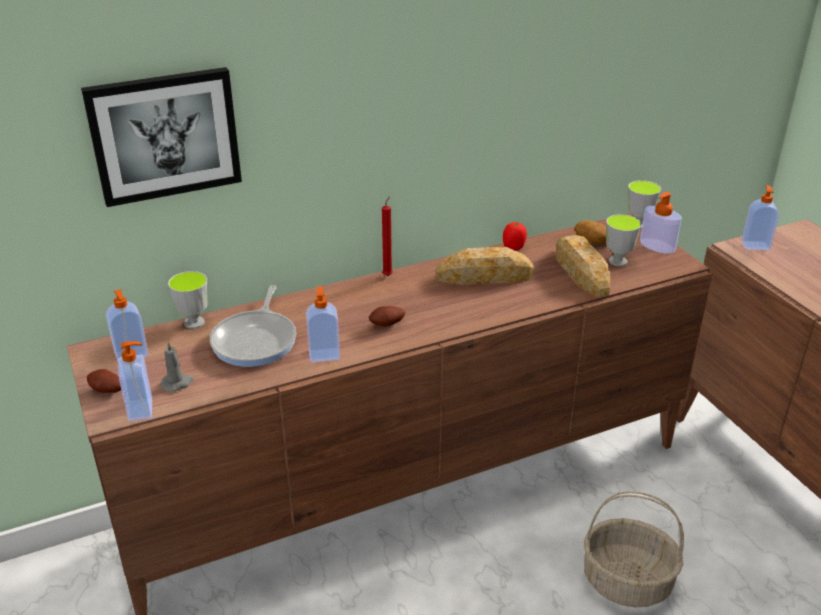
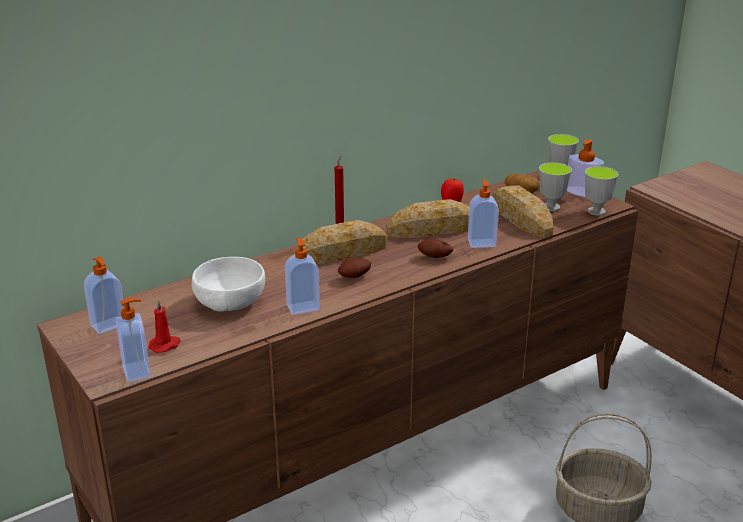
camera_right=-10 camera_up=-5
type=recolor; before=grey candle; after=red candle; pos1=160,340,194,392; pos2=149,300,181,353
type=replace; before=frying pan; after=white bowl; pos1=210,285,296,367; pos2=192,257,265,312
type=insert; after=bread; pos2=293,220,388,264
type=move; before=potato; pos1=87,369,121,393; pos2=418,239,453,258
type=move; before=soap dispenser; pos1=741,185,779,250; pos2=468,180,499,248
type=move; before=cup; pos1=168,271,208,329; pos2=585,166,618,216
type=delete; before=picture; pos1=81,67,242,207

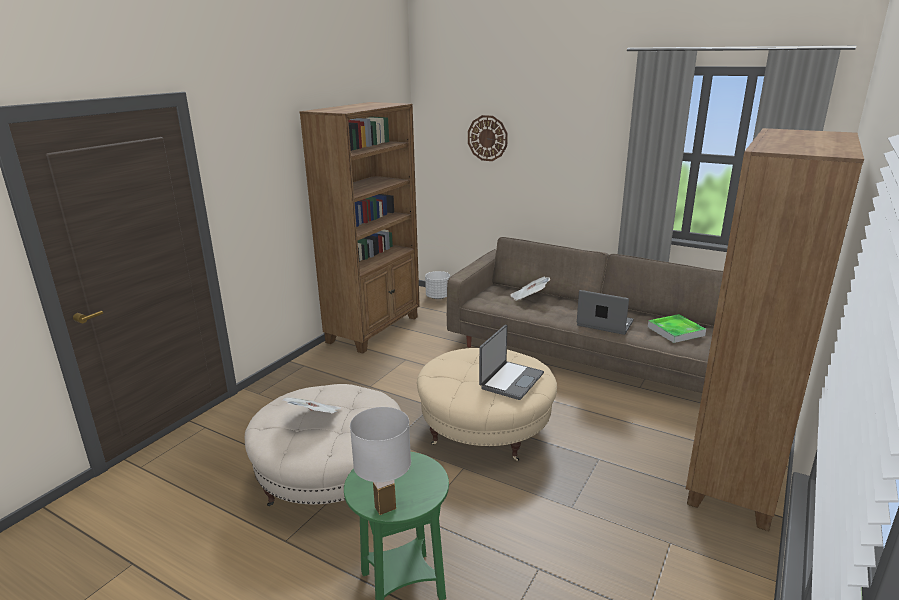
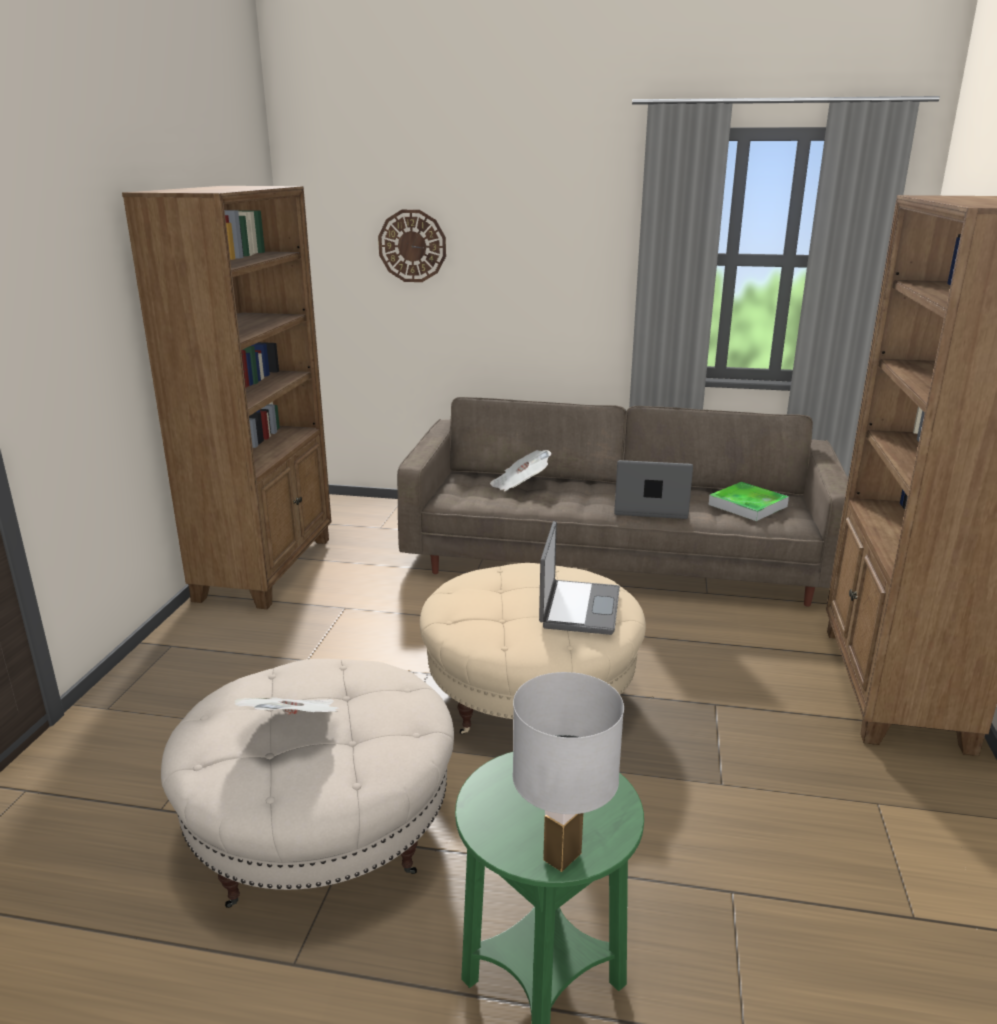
camera_right=-20 camera_up=0
type=delete; before=white planter; pos1=425,271,450,299

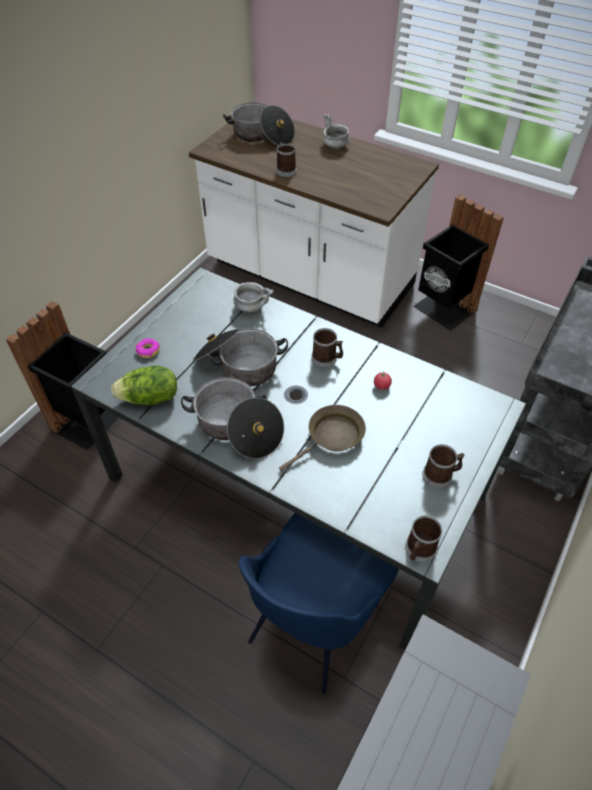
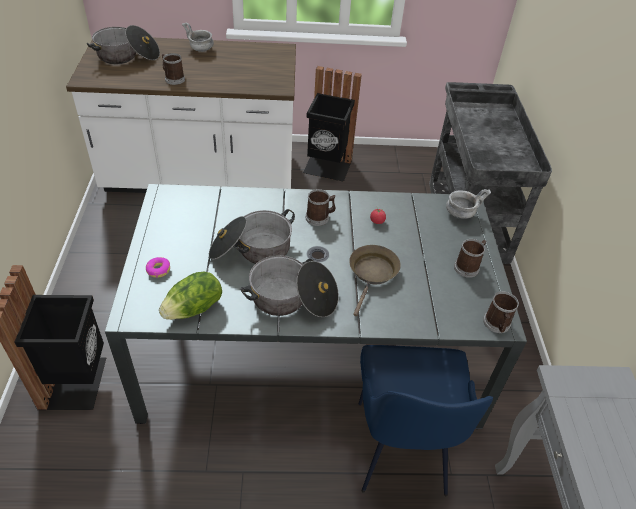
camera_right=-35 camera_up=-5
type=move; before=grey bowl; pos1=234,282,274,312; pos2=446,189,491,219

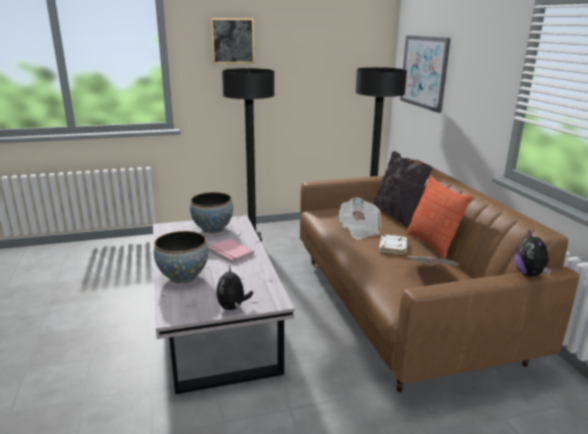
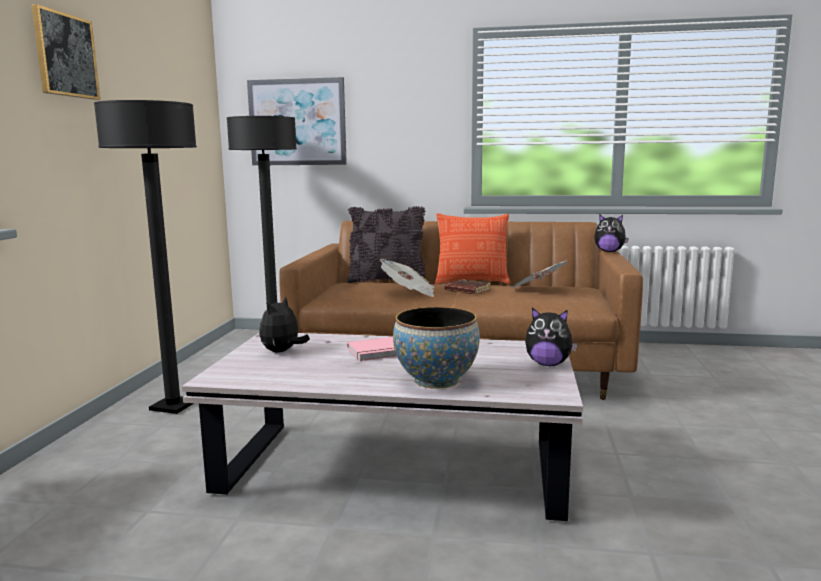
camera_right=-65 camera_up=-10
type=replace; before=bowl; after=plush toy; pos1=190,192,233,234; pos2=259,296,310,353
type=recolor; before=white book; after=brown book; pos1=379,235,407,255; pos2=445,280,491,294

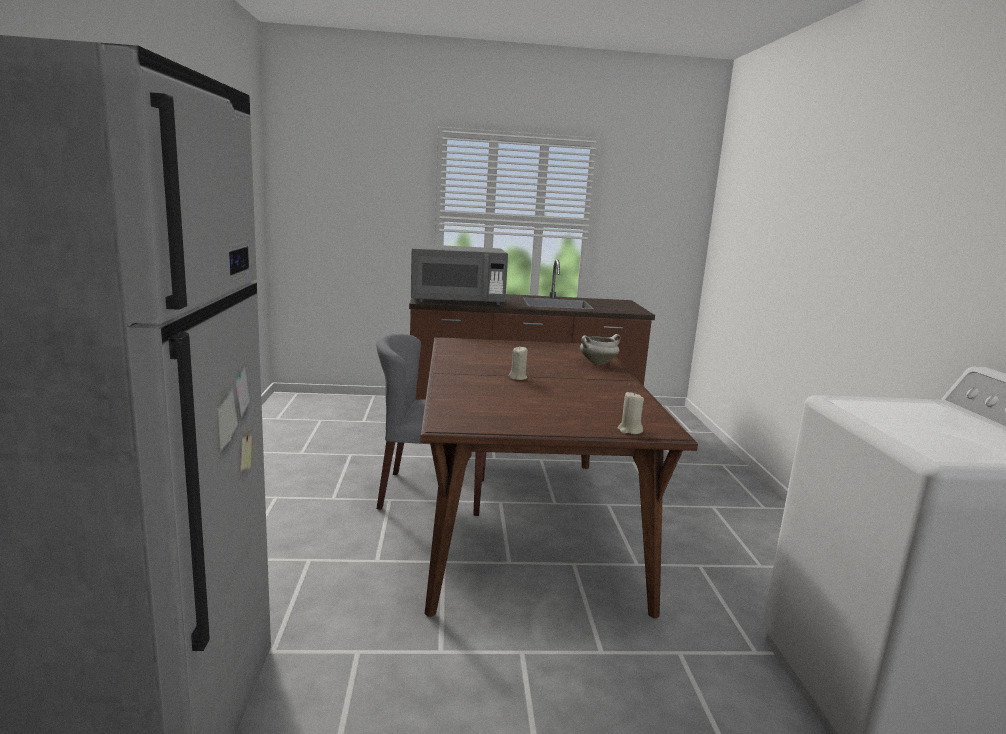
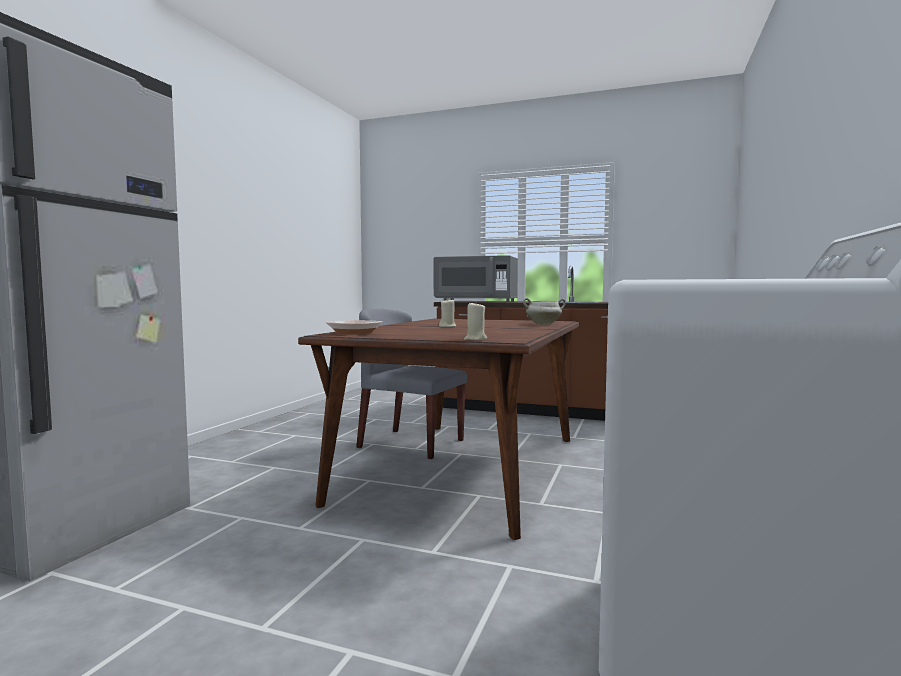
camera_right=25 camera_up=-10
type=insert; after=bowl; pos2=326,320,383,335

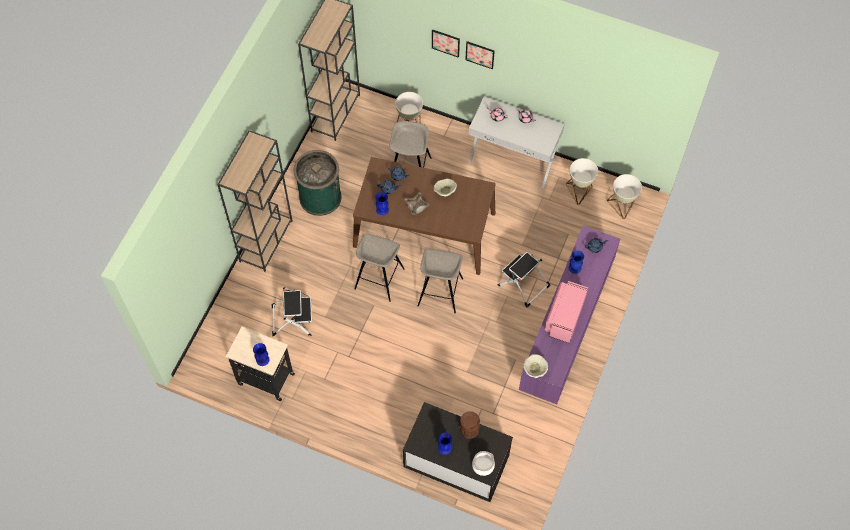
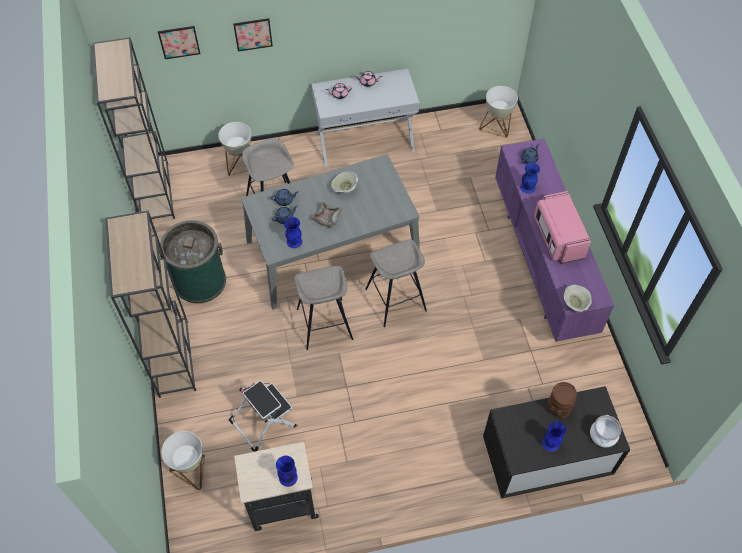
camera_right=-35 camera_up=-5
type=move; before=picture; pos1=465,41,495,69; pos2=158,26,200,59
type=move; before=planter; pos1=566,158,598,205; pos2=161,431,205,490
type=recolor; before=brown dining table; after=grey dining table; pos1=353,157,496,275; pos2=241,154,419,309
type=delete; before=step ladder; pos1=497,252,551,308

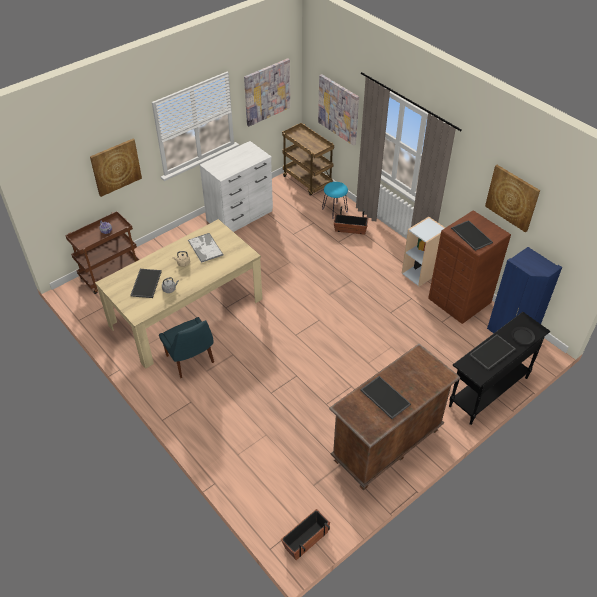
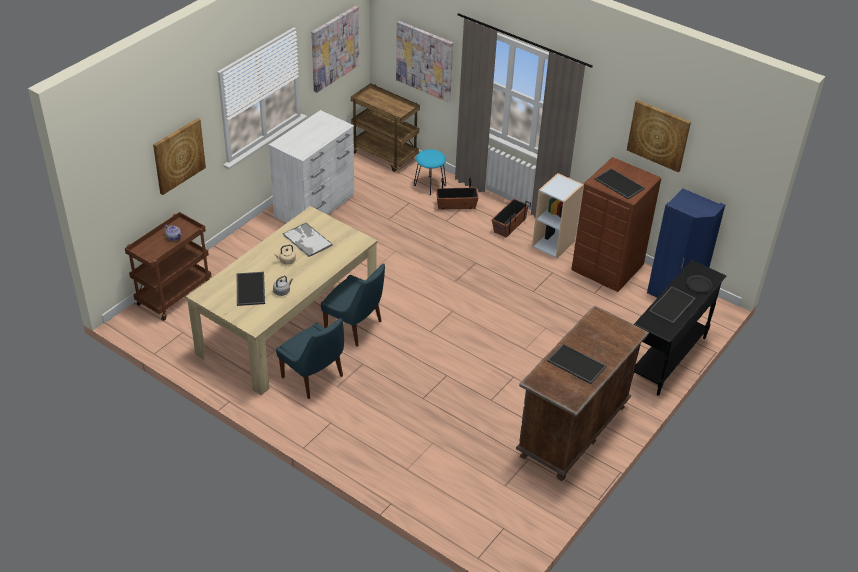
camera_right=-15 camera_up=-5
type=insert; after=blue chair; pos2=321,263,385,347
type=move; before=planter; pos1=281,509,330,560; pos2=492,199,531,238

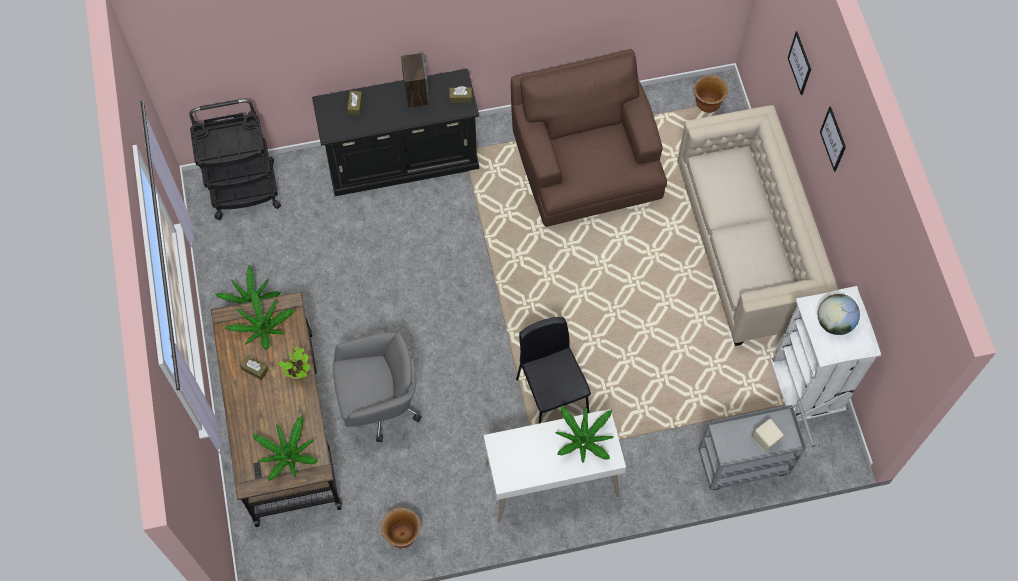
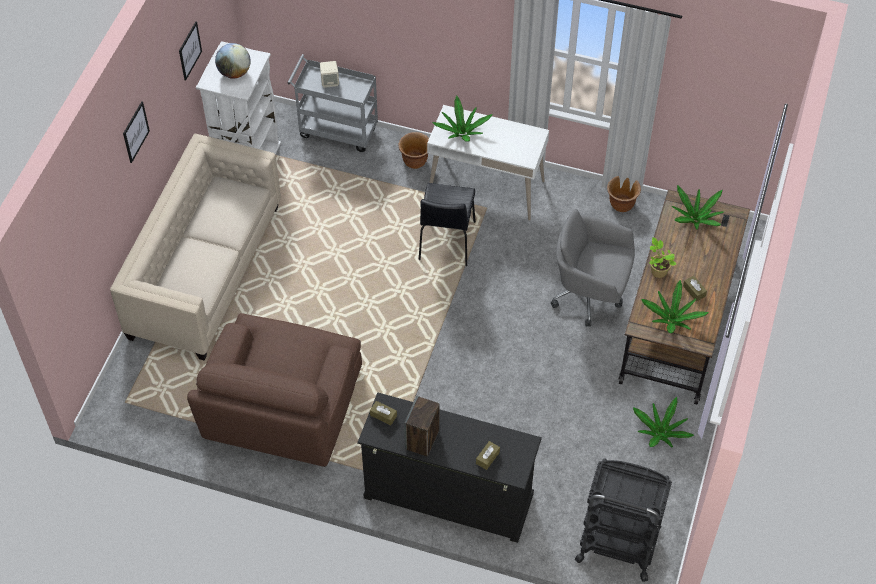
camera_right=-150 camera_up=-10
type=move; before=picture; pos1=788,31,811,95; pos2=179,22,202,81
type=move; before=brown planter; pos1=694,75,728,113; pos2=399,132,429,169

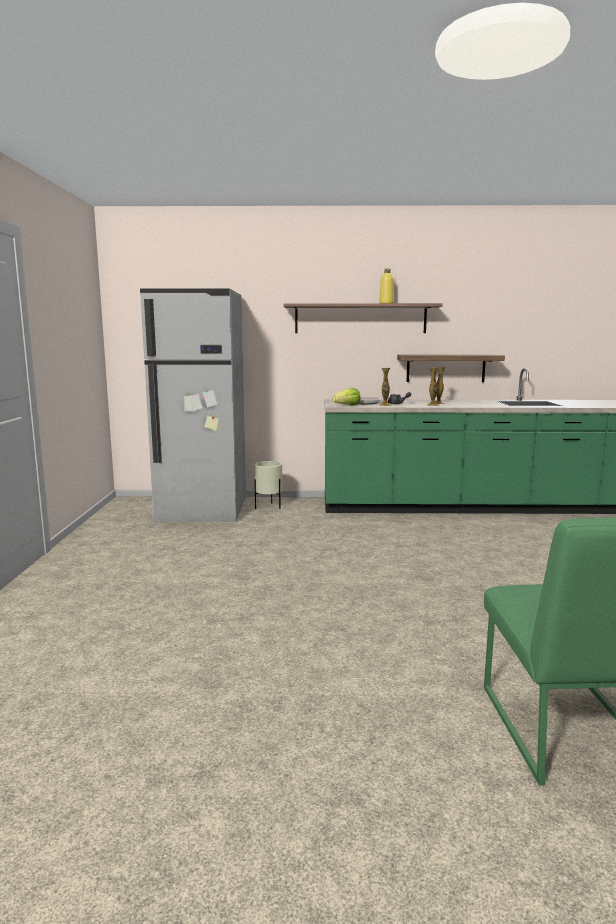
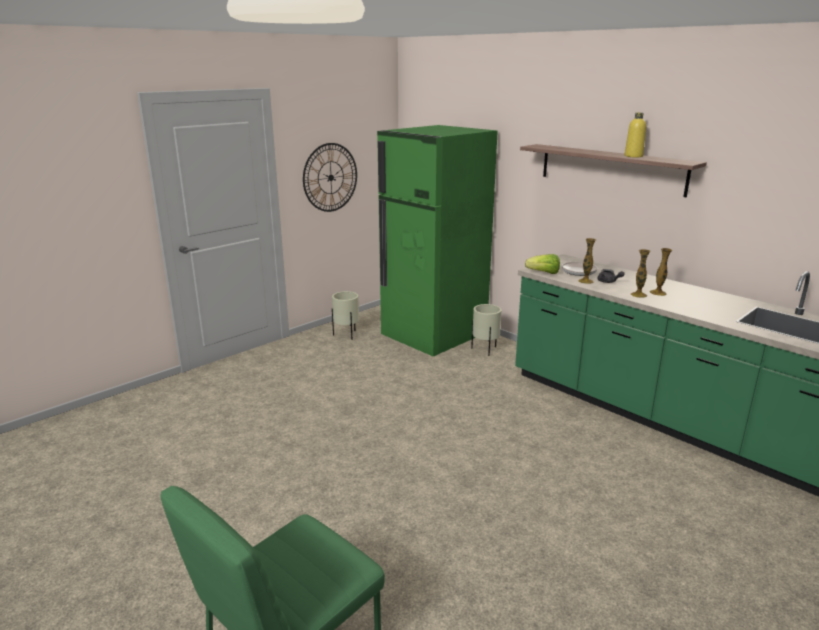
camera_right=45 camera_up=10
type=insert; after=wall clock; pos2=303,143,357,212
type=insert; after=beige planter; pos2=332,291,359,339
type=recolor; before=grey fridge; after=green fridge; pos1=140,289,246,522; pos2=377,125,498,357
type=delete; before=shelf; pos1=397,354,505,382

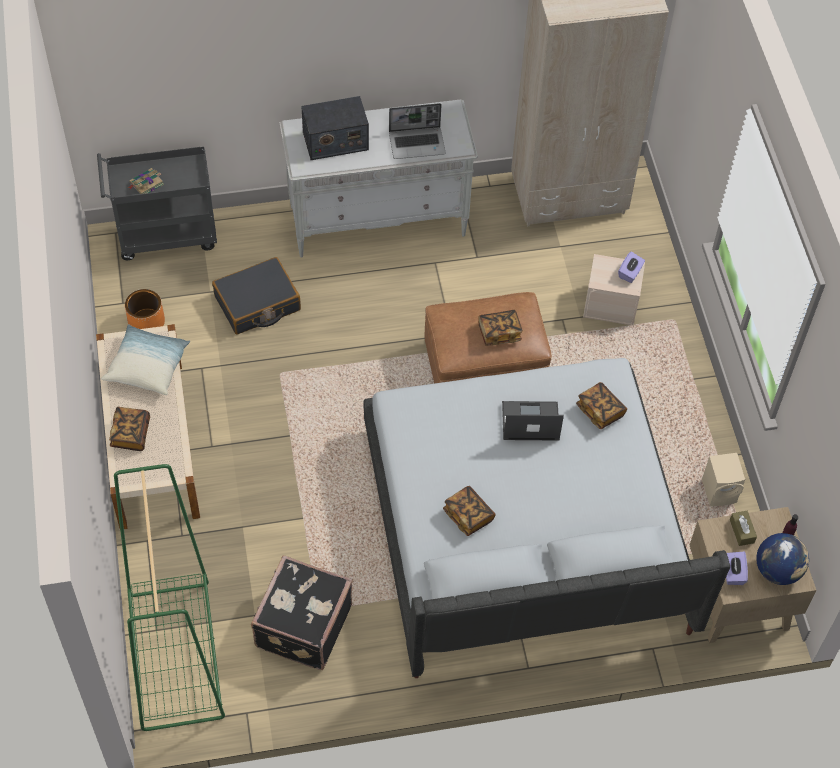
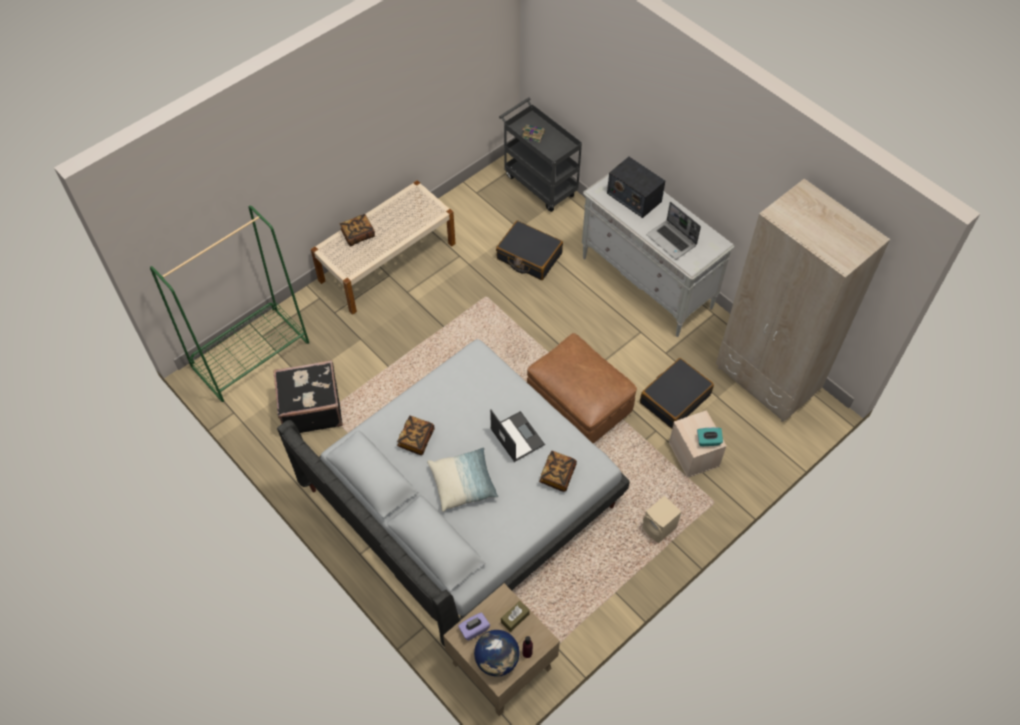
camera_right=60 camera_up=0
type=move; before=pillow; pos1=101,324,190,395; pos2=427,447,499,512
type=insert; after=black suitcase; pos2=640,358,714,429
type=move; before=beige speaker; pos1=702,453,745,506; pos2=642,496,681,543
type=recolor; before=purple tissue box; after=turquoise tissue box; pos1=618,251,645,283; pos2=697,427,723,446
type=delete; before=orange planter; pos1=125,289,165,329
type=delete; before=book; pos1=478,310,523,346

